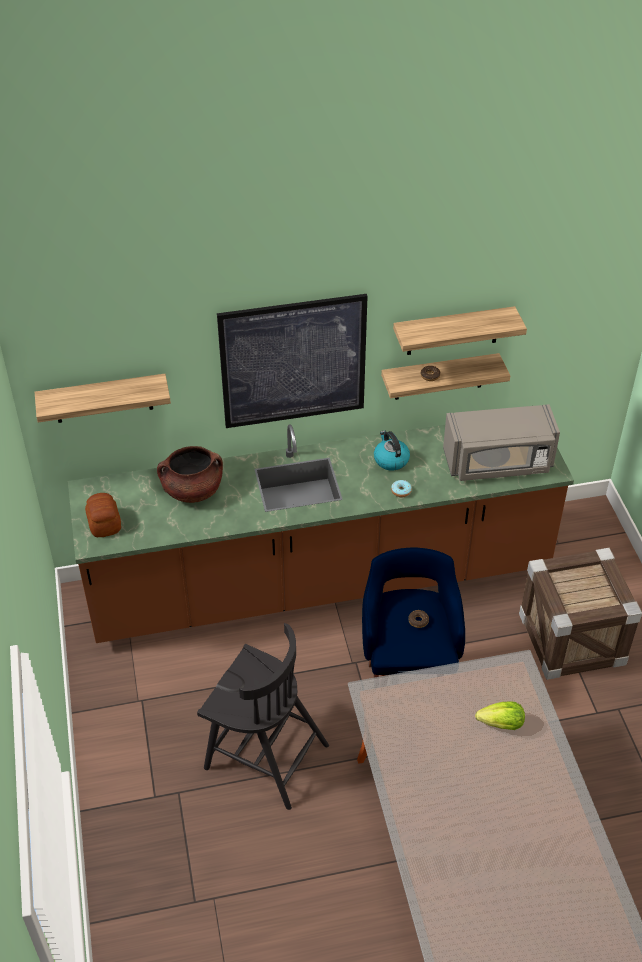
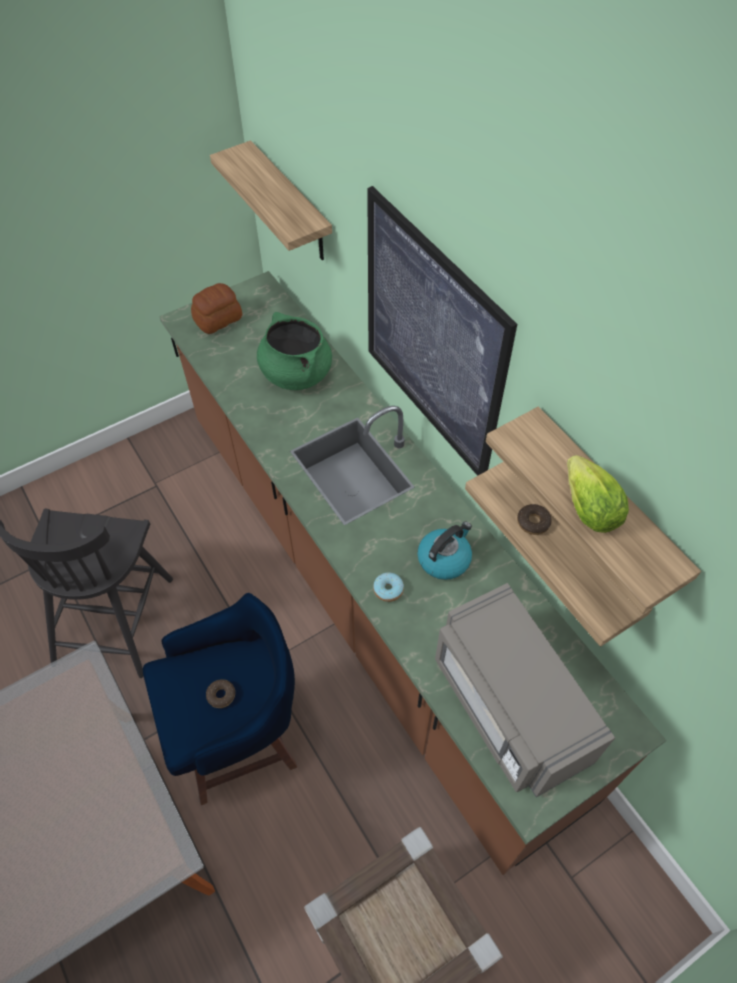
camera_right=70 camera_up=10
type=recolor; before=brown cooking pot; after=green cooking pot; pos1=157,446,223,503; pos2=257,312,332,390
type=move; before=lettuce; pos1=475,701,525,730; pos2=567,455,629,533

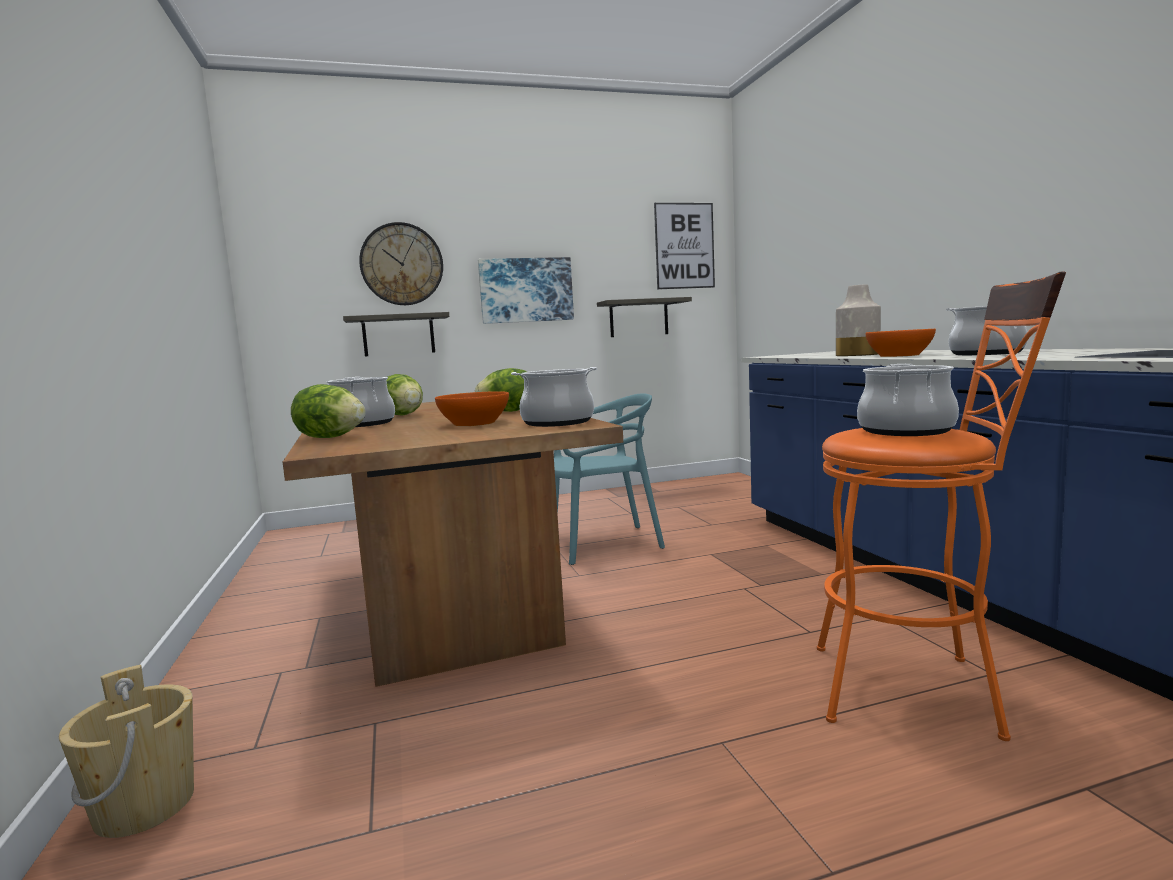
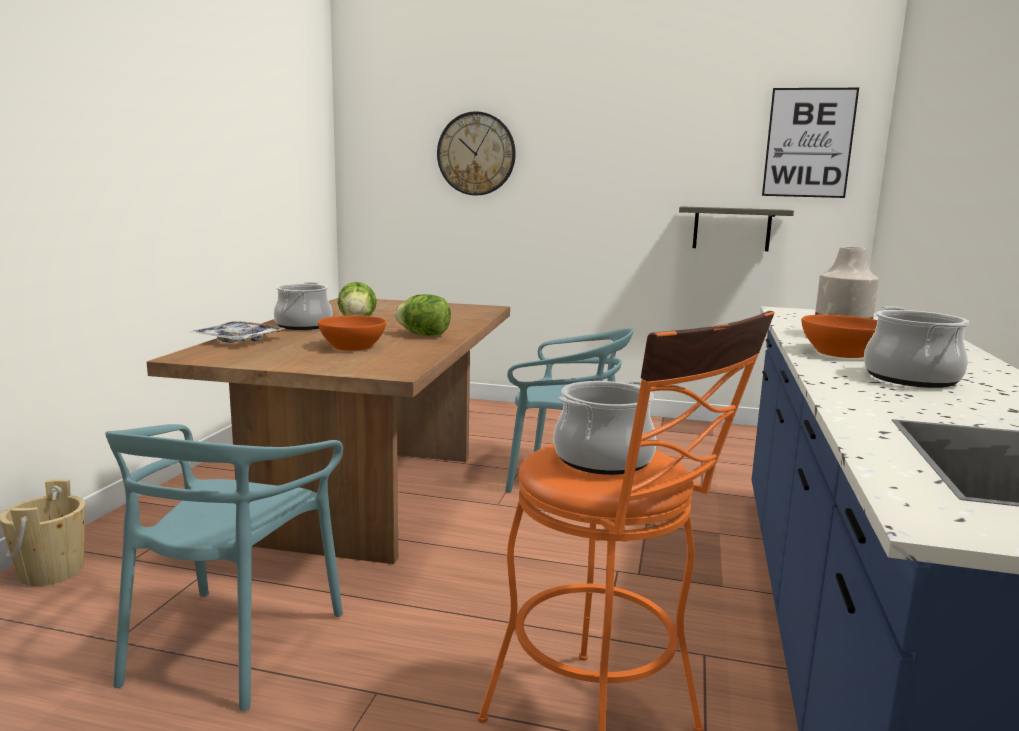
camera_right=30 camera_up=5
type=insert; after=turquoise chair; pos2=105,424,343,711
type=replace; before=lettuce; after=tray; pos1=291,384,366,438; pos2=190,321,285,343
type=delete; before=shelf; pos1=343,312,449,356
type=delete; before=picture; pos1=478,257,574,324
type=delete; before=cooking pot; pos1=511,367,598,427

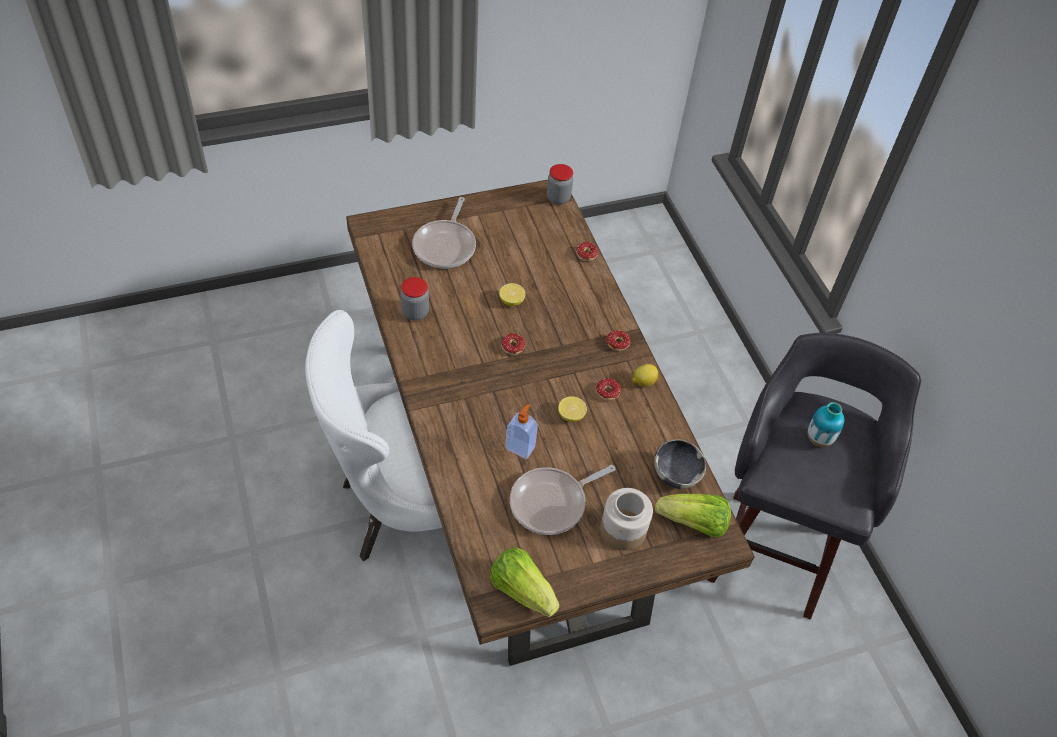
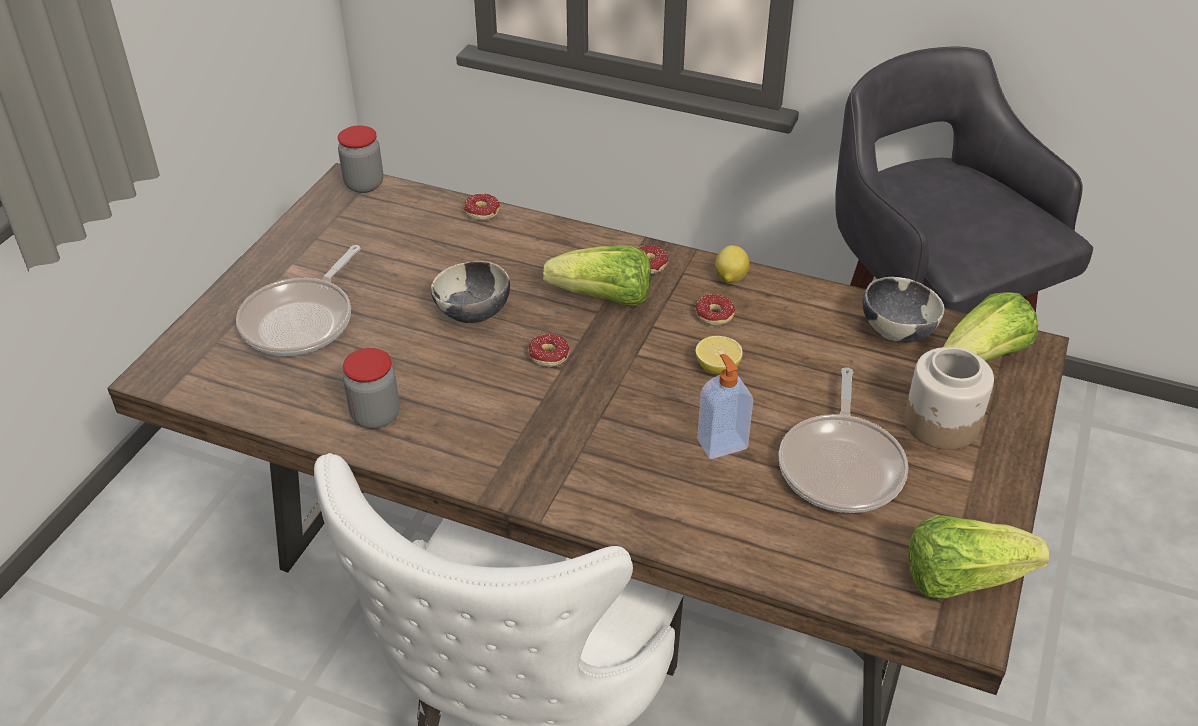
camera_right=-45 camera_up=-10
type=rotate; before=frying pan; pos1=412,197,476,268; pos2=236,245,361,356; turn=60
type=replace; before=lemon; after=bowl; pos1=499,283,526,306; pos2=431,261,510,323
type=insert; after=lettuce; pos2=543,245,651,306
type=delete; before=vase; pos1=808,402,844,447

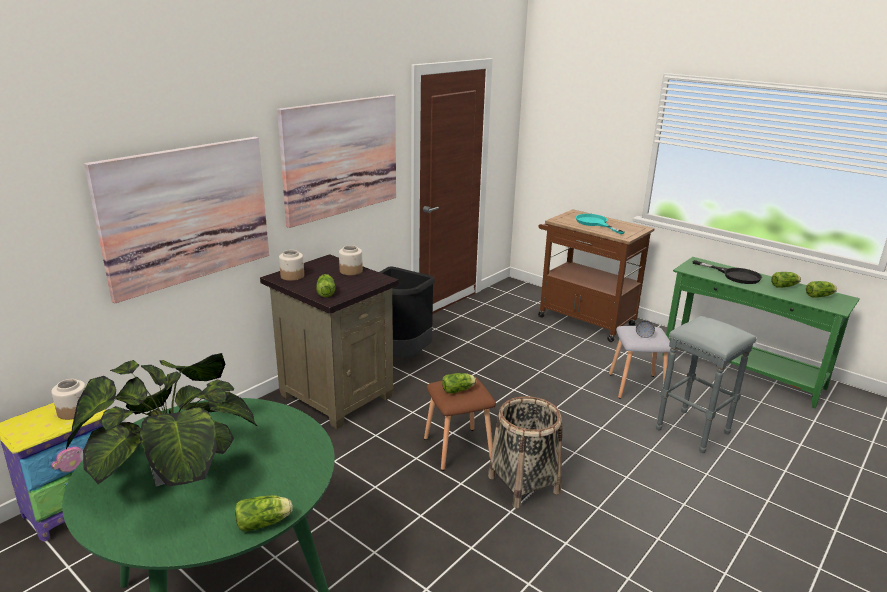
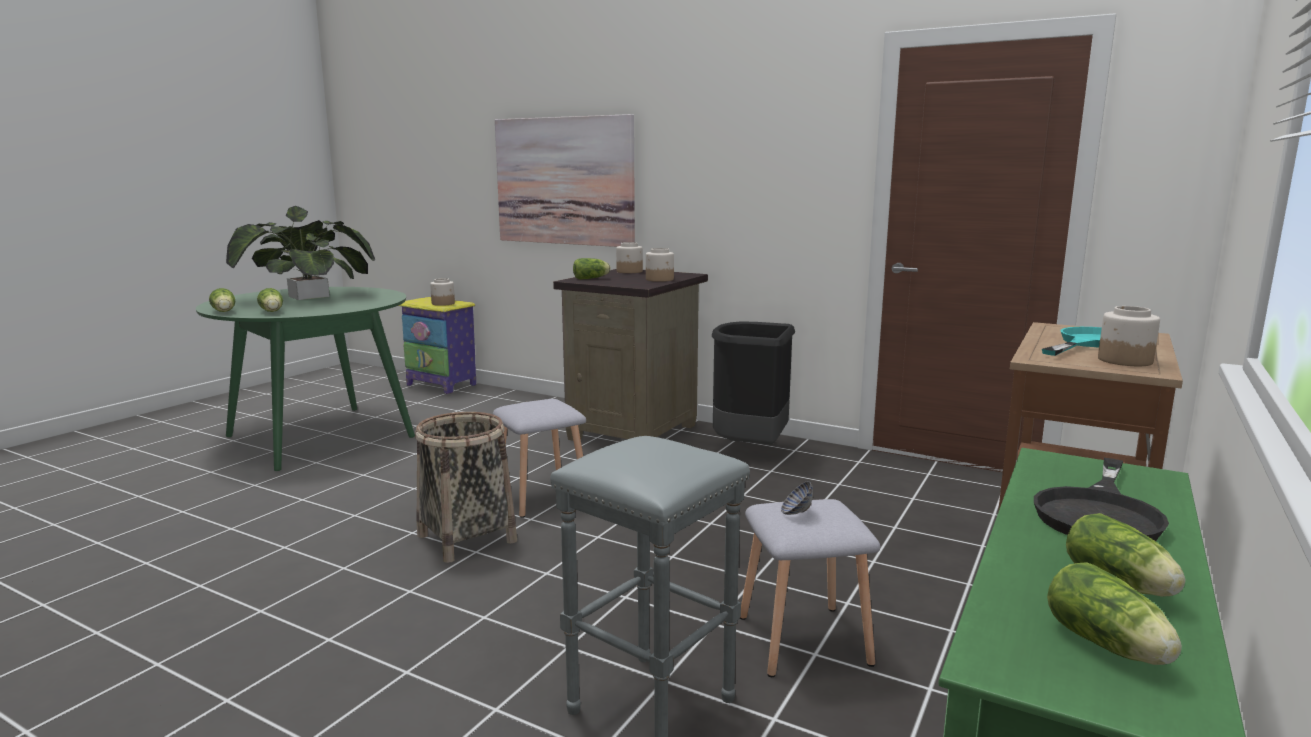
camera_right=80 camera_up=-10
type=move; before=lettuce; pos1=442,373,476,394; pos2=257,288,283,312
type=recolor; before=brown stool; after=grey stool; pos1=424,376,496,471; pos2=493,399,586,518
type=insert; after=jar; pos2=1098,306,1160,366
type=delete; before=picture; pos1=277,95,396,228

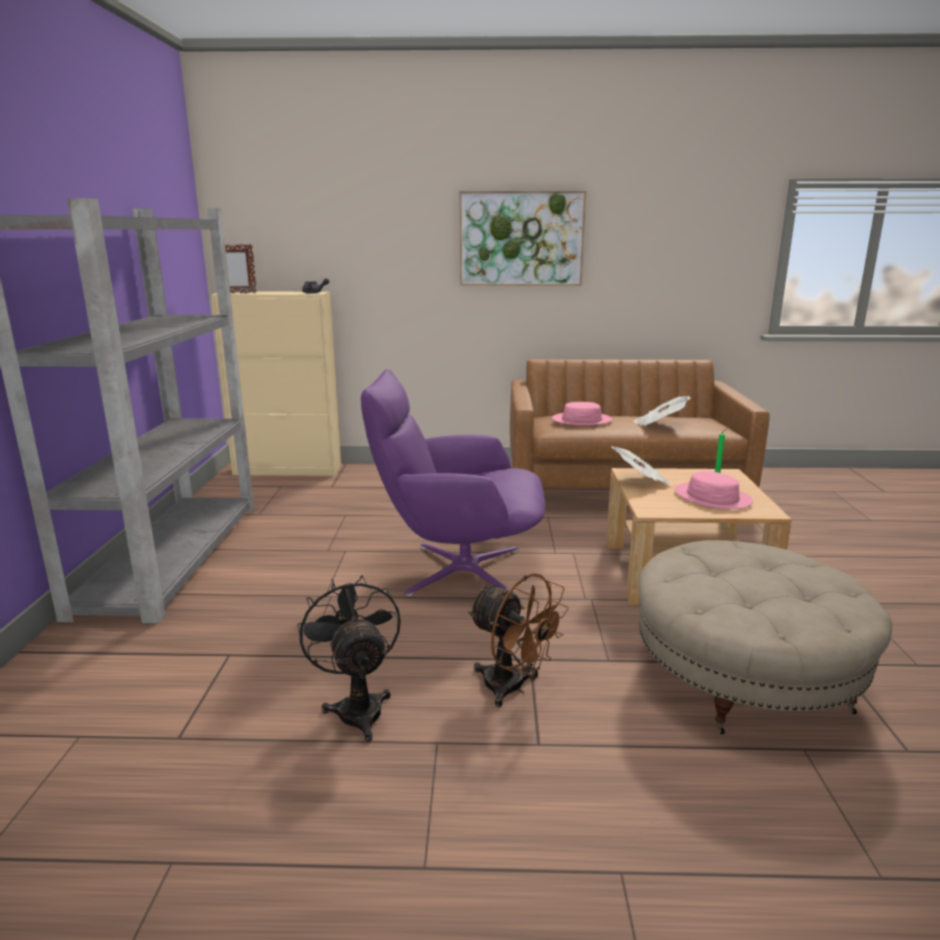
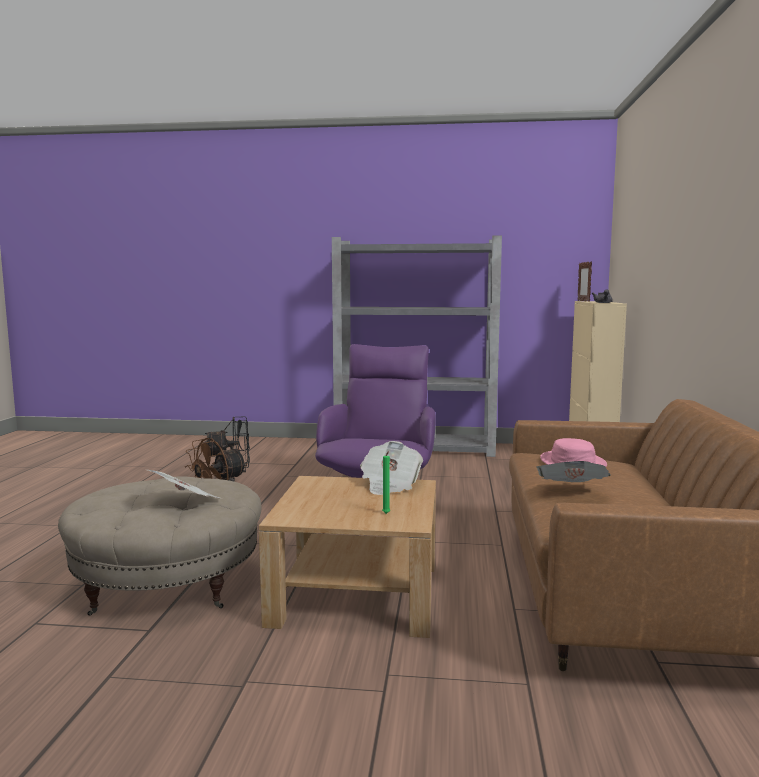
camera_right=95 camera_up=-10
type=insert; after=newspaper; pos2=148,470,220,498
type=delete; before=picture; pos1=459,191,586,286
type=delete; before=pink hat; pos1=675,471,753,509

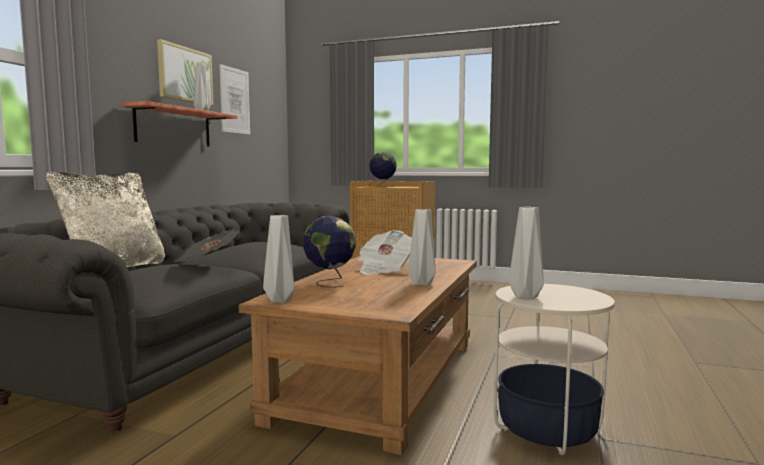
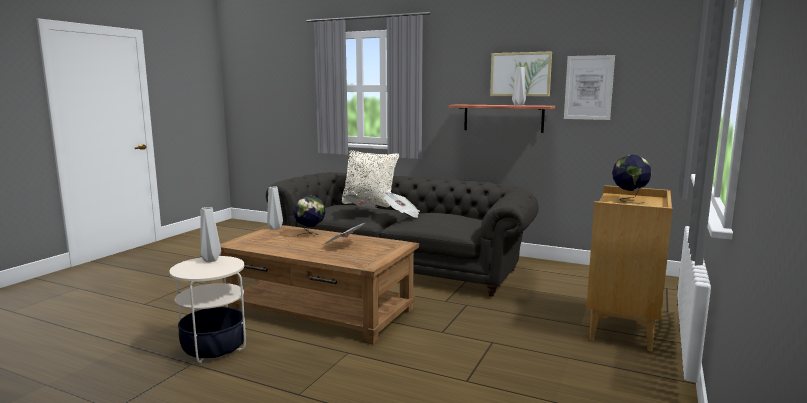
camera_right=95 camera_up=5
type=insert; after=newspaper; pos2=384,192,420,218
type=delete; before=grey vase; pos1=408,209,436,286

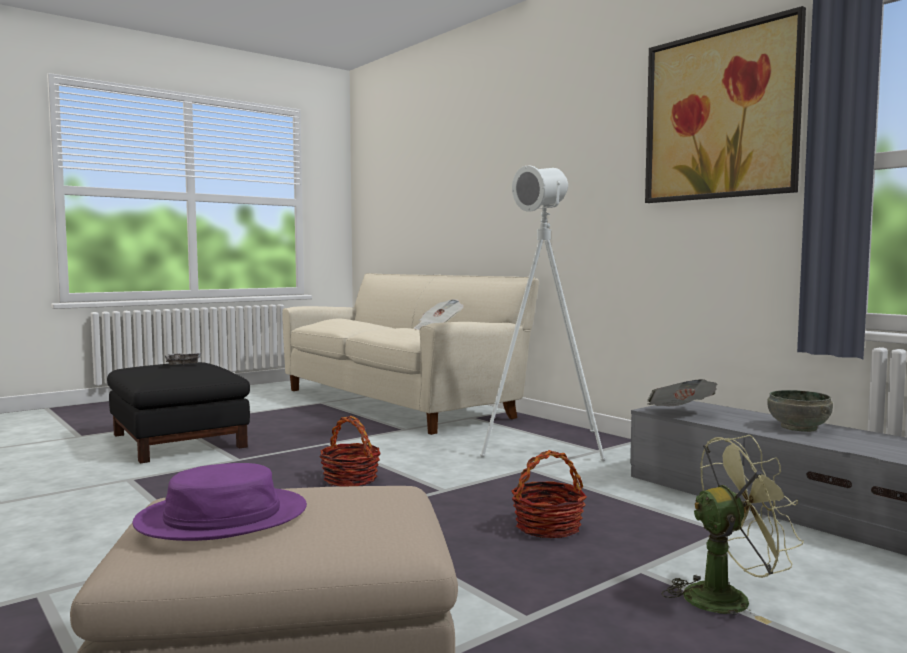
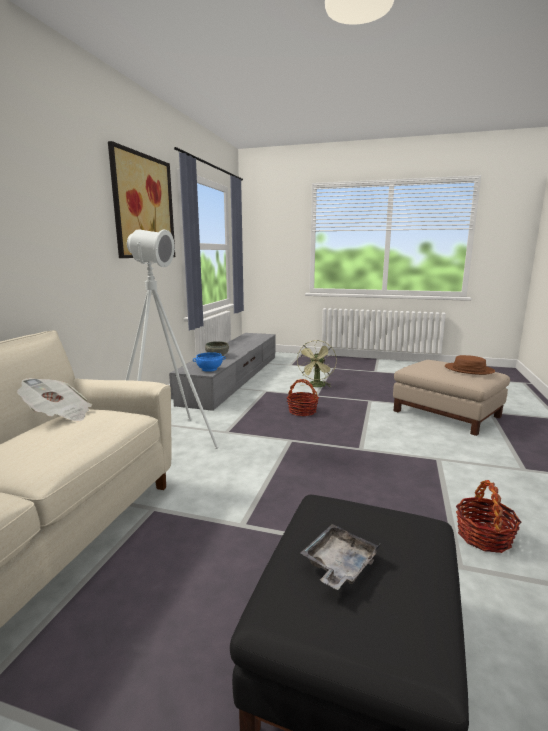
camera_right=-125 camera_up=10
type=replace; before=newspaper; after=blue bowl; pos1=647,379,717,406; pos2=193,352,225,372
type=rotate; before=green fan; pos1=661,435,804,624; pos2=297,340,337,387; turn=-120
type=recolor; before=purple hat; after=brown hat; pos1=132,463,307,541; pos2=445,355,495,375
type=move; before=basket; pos1=320,416,381,487; pos2=456,480,522,553

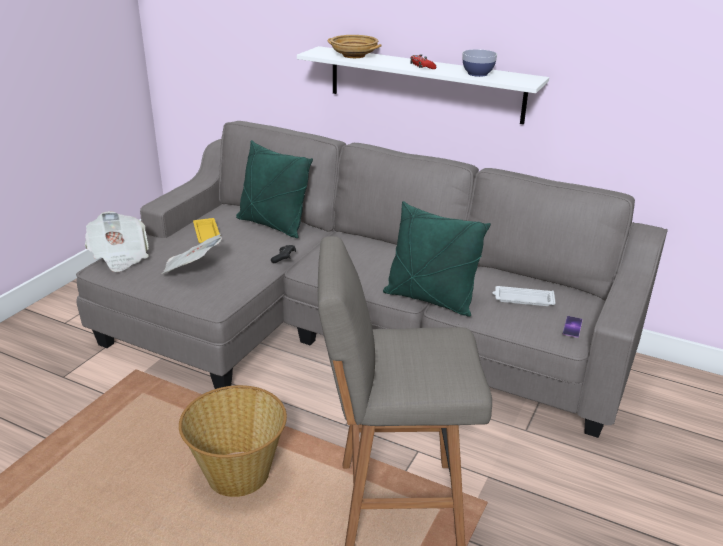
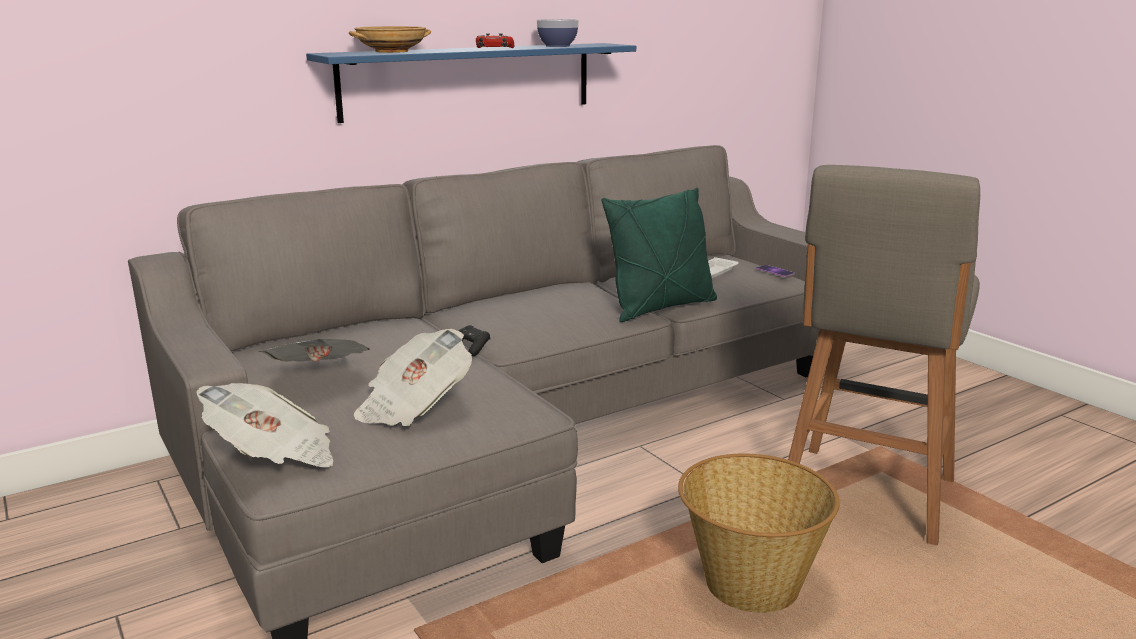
camera_right=-60 camera_up=-10
type=replace; before=yellow tray; after=newspaper; pos1=193,218,220,243; pos2=259,339,370,362
type=recolor; before=white shelf; after=blue shelf; pos1=297,46,549,124; pos2=306,43,636,123
type=delete; before=green pillow; pos1=236,140,313,238

